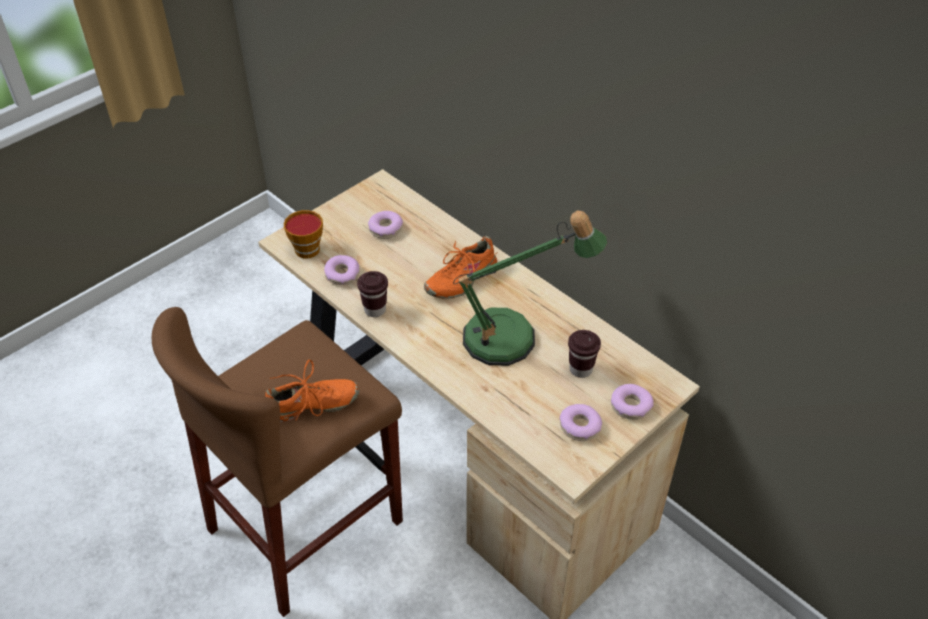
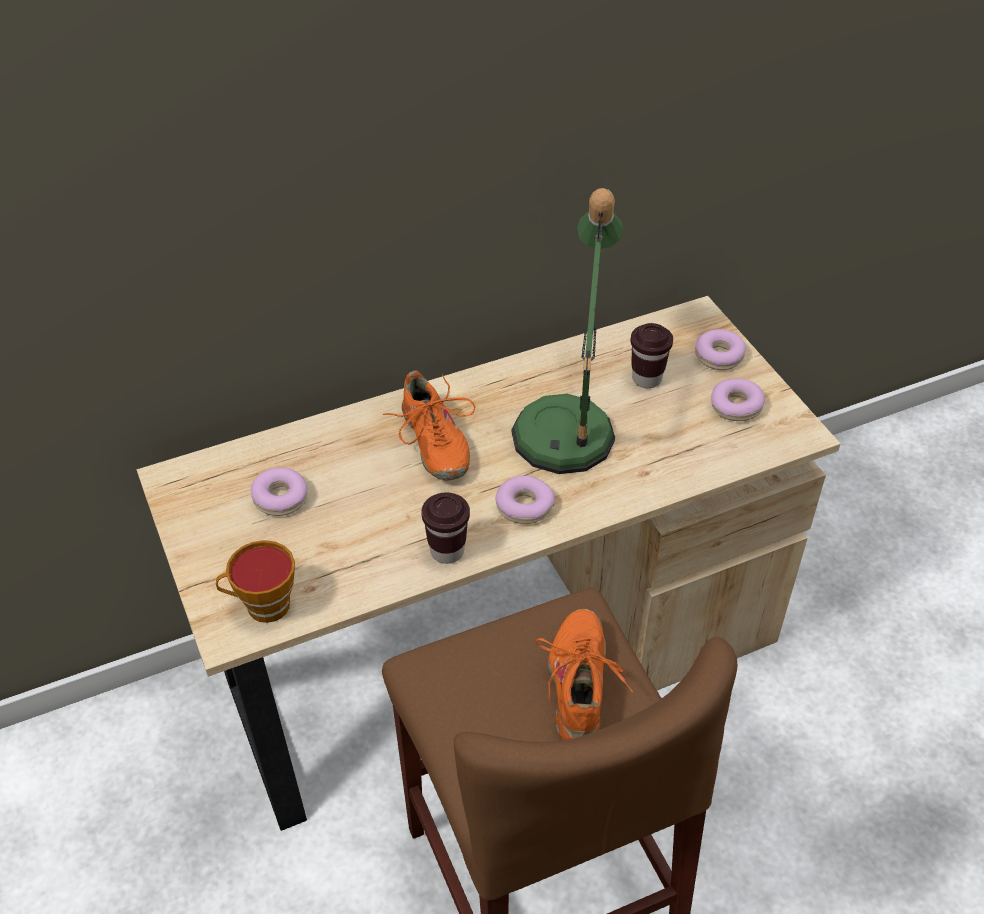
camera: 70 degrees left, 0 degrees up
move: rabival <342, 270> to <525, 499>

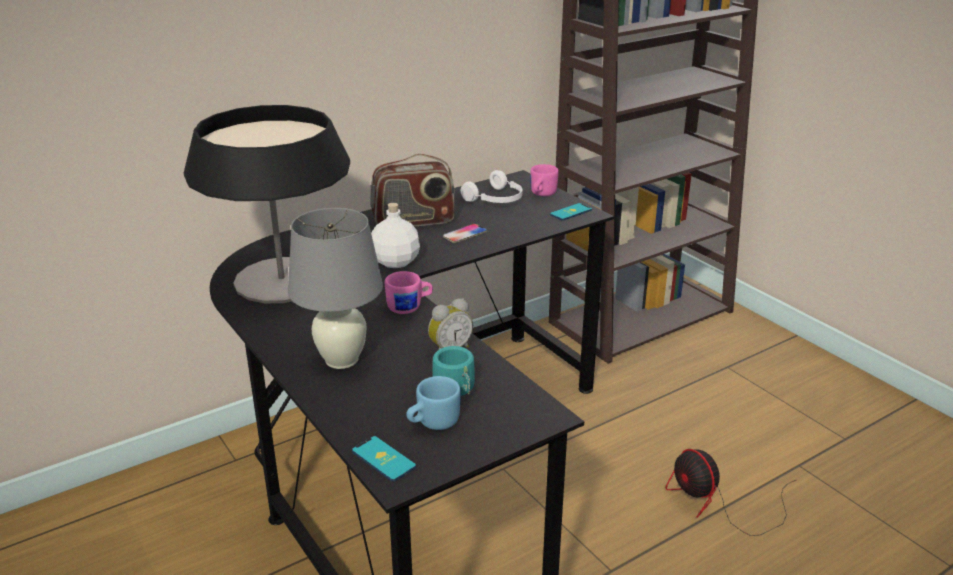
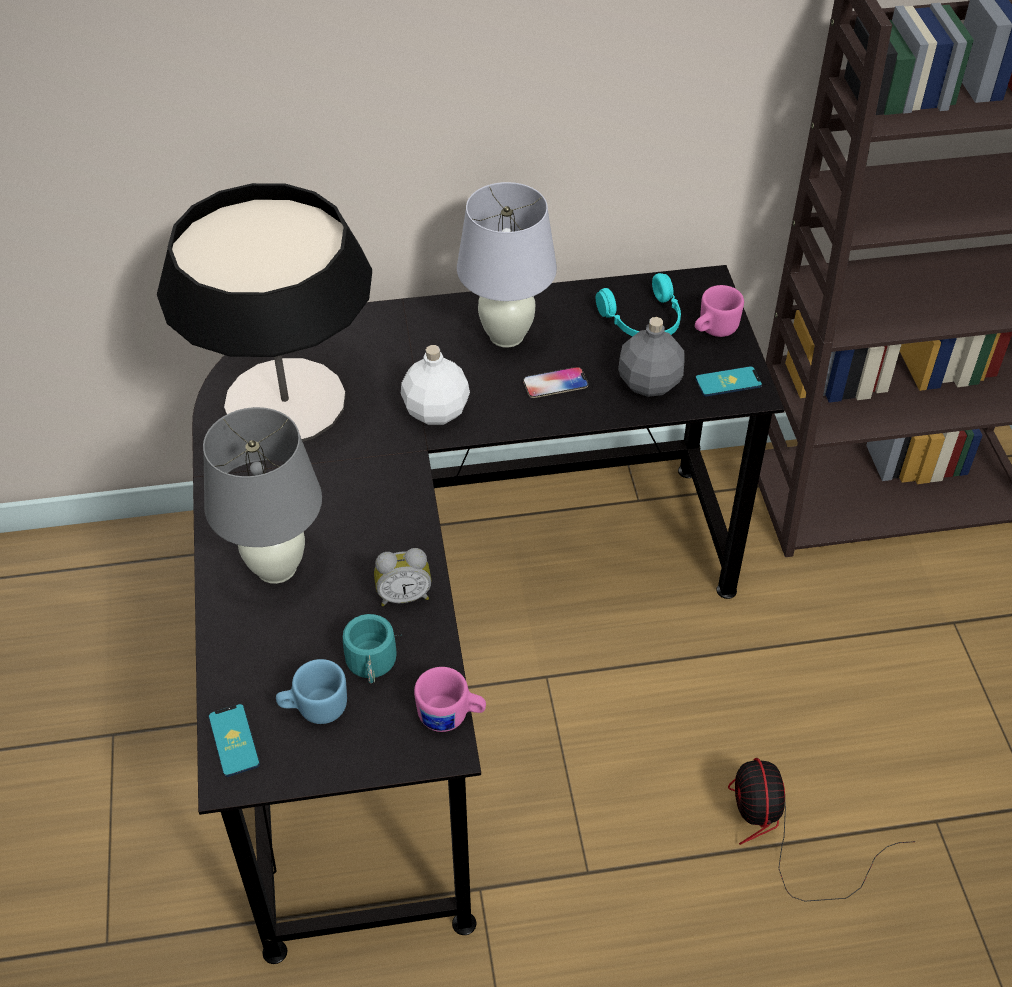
camera: 25 degrees right, 20 degrees up
insert: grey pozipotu <651, 357>
move: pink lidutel <409, 292> to <450, 699>
replace: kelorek <413, 190> to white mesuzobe <507, 265>
recolor: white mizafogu <491, 186> to turquoise mizafogu <638, 305>

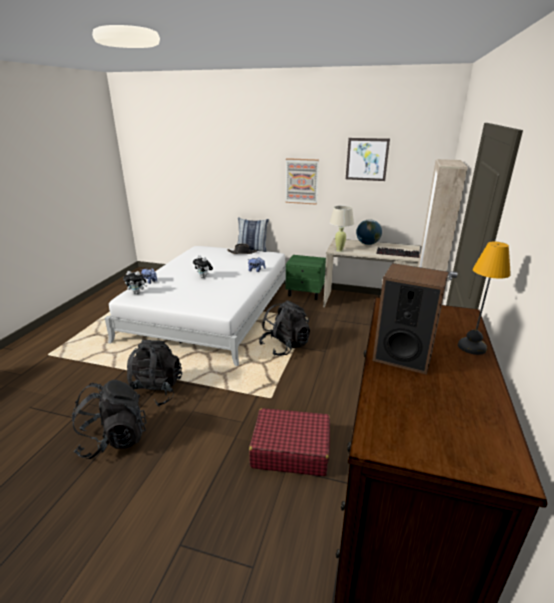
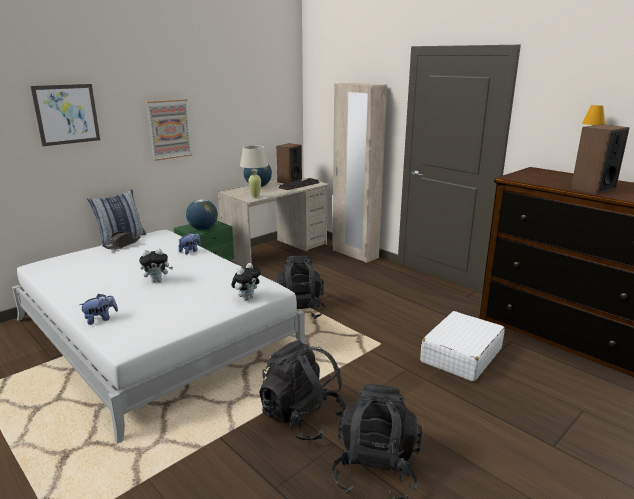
camera: 60 degrees left, 5 degrees down
insert: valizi <202, 214>; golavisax <289, 163>
move: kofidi <135, 282> to <246, 281>; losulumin <368, 159> to <65, 115>
recolor: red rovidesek <289, 442> to white rovidesek <462, 346>

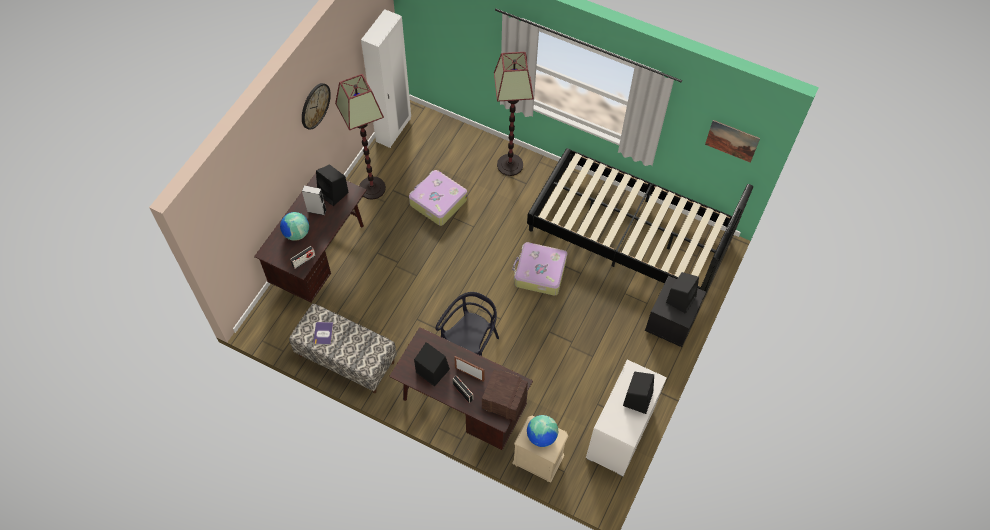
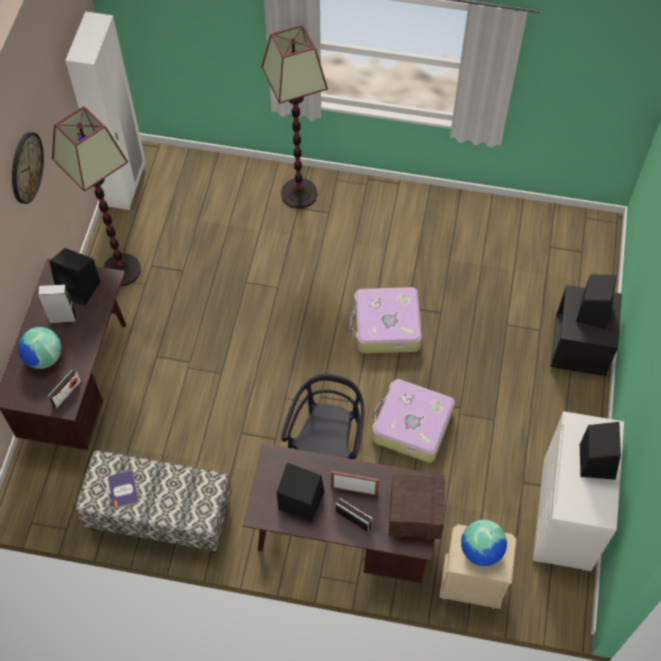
camera: 15 degrees left, 0 degrees up
delete: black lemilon <640, 224>; losulumin <732, 141>
move: rovidesek <438, 198> to <413, 421>

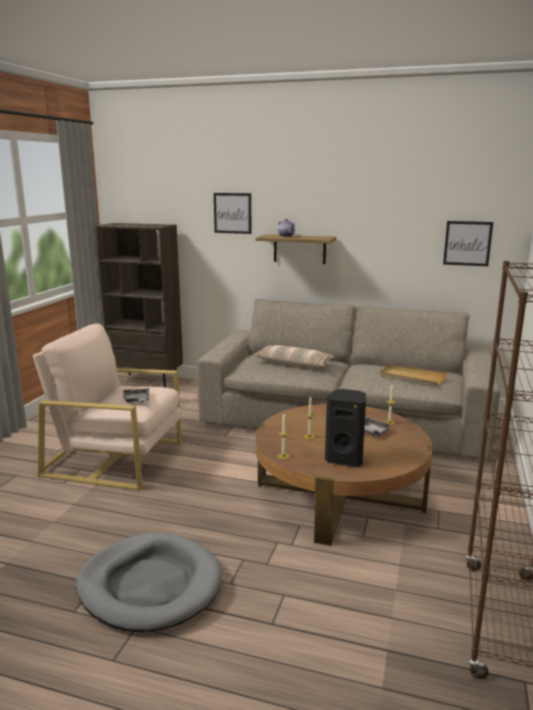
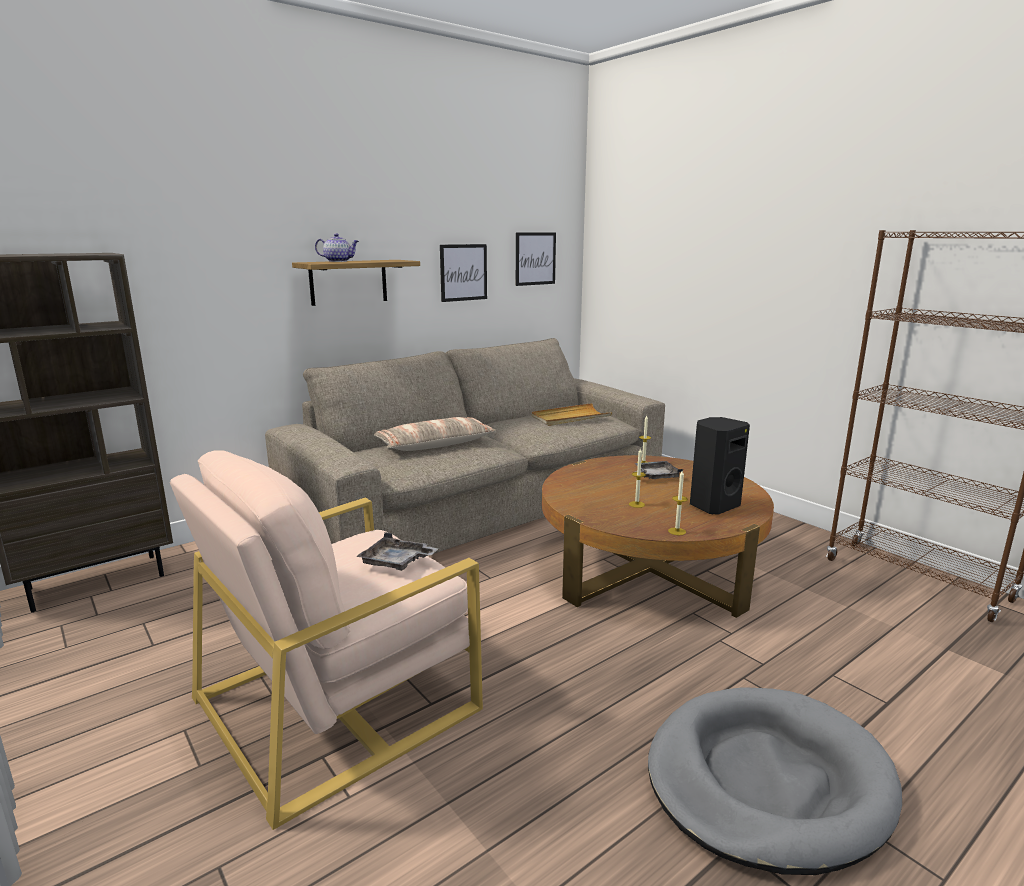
camera: 55 degrees left, 0 degrees up
move: losulumin <232, 213> to <463, 273>

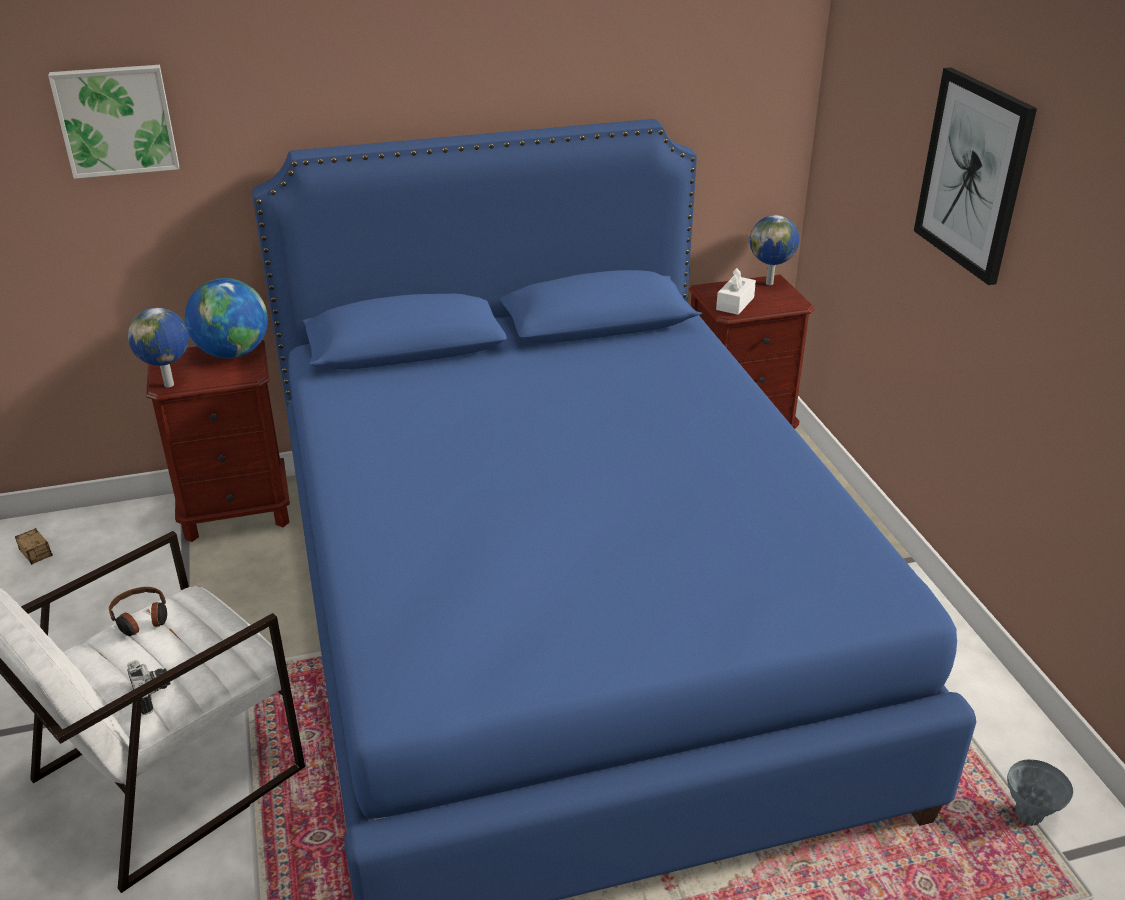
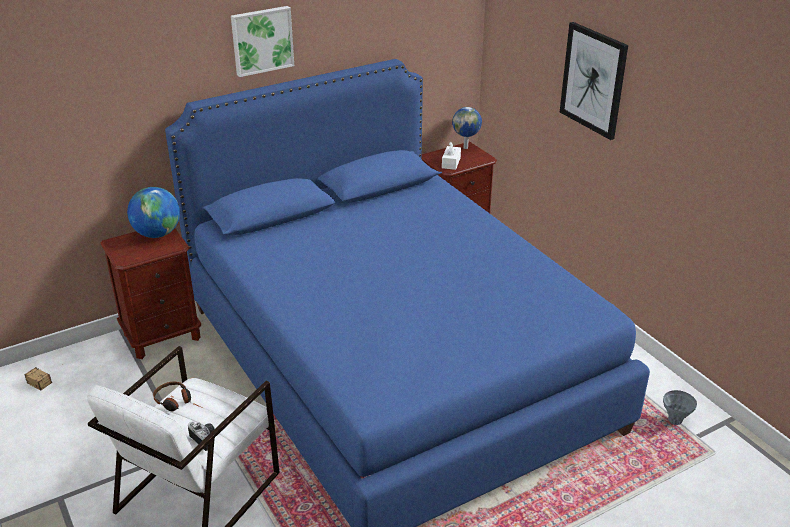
camera: 15 degrees left, 0 degrees up
delete: valizi <158, 347>
move: losulumin <113, 122> to <262, 41>

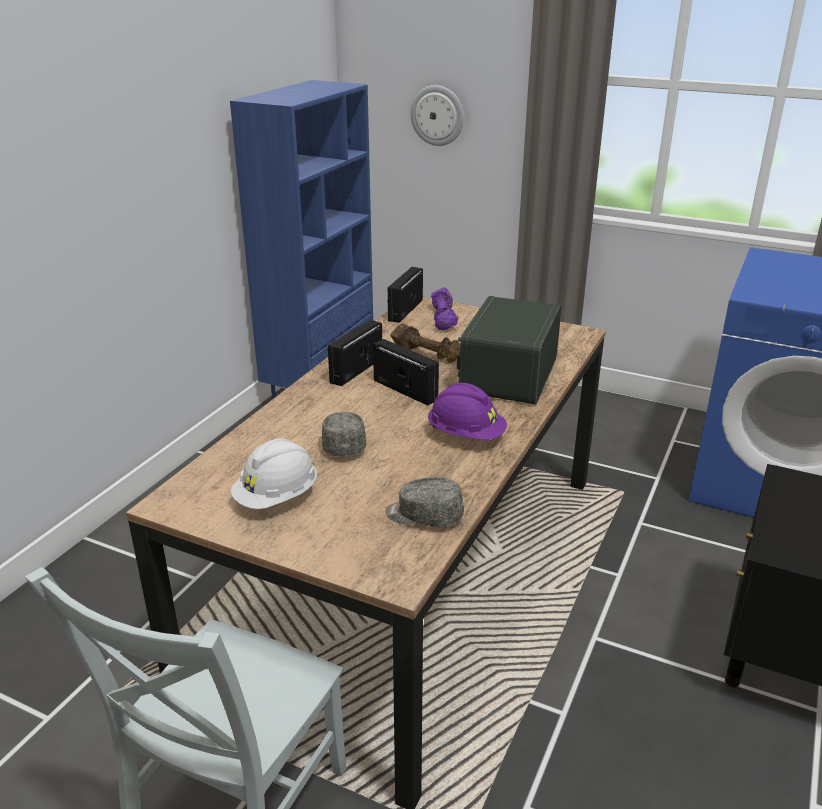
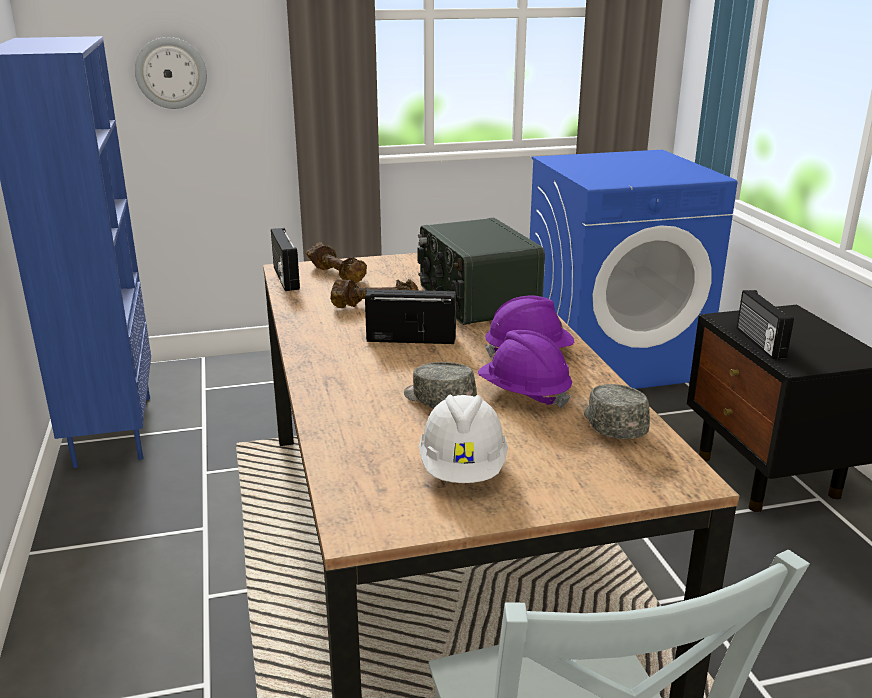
camera: 40 degrees left, 5 degrees down
insert: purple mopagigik <525, 369>
move: kelorek <355, 353> to <765, 324>
recolor: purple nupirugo <444, 308> to brown nupirugo <336, 262>
rotate: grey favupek <424, 502> = <617, 411> 105 degrees clockwise

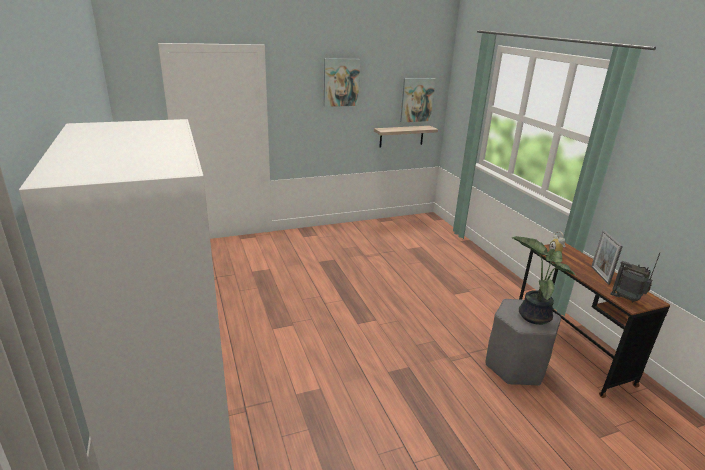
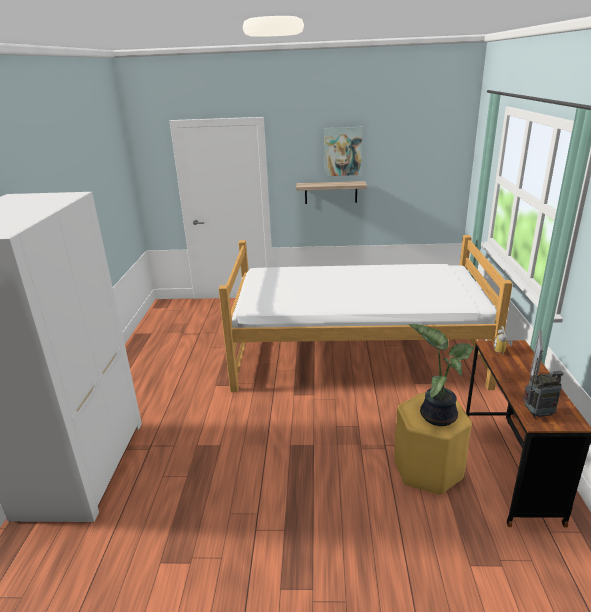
camera: 25 degrees right, 0 degrees up
delete: losulumin <418, 100>
insert: lemilon <366, 313>
move: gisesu <406, 136> to <331, 192>
recolor: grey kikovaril <523, 342> to yellow kikovaril <433, 444>
rotate: kelorek <635, 278> = <543, 388> 105 degrees clockwise

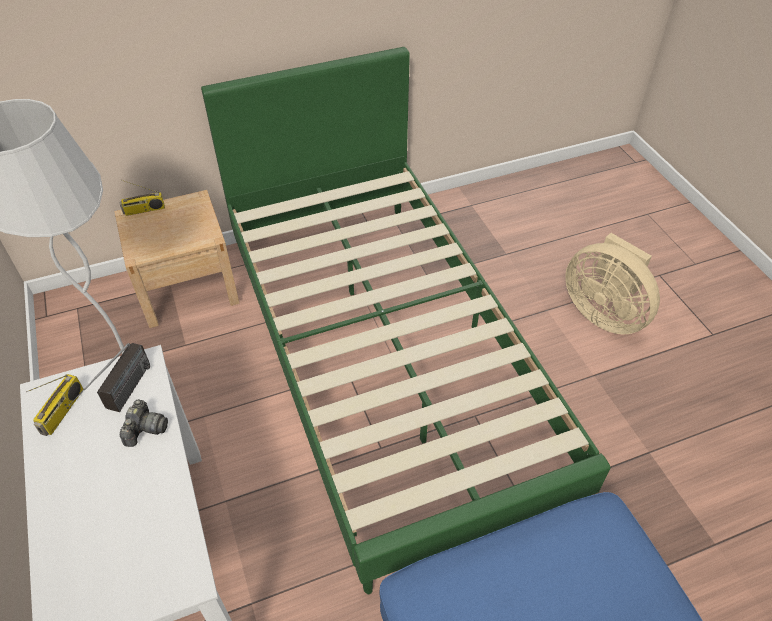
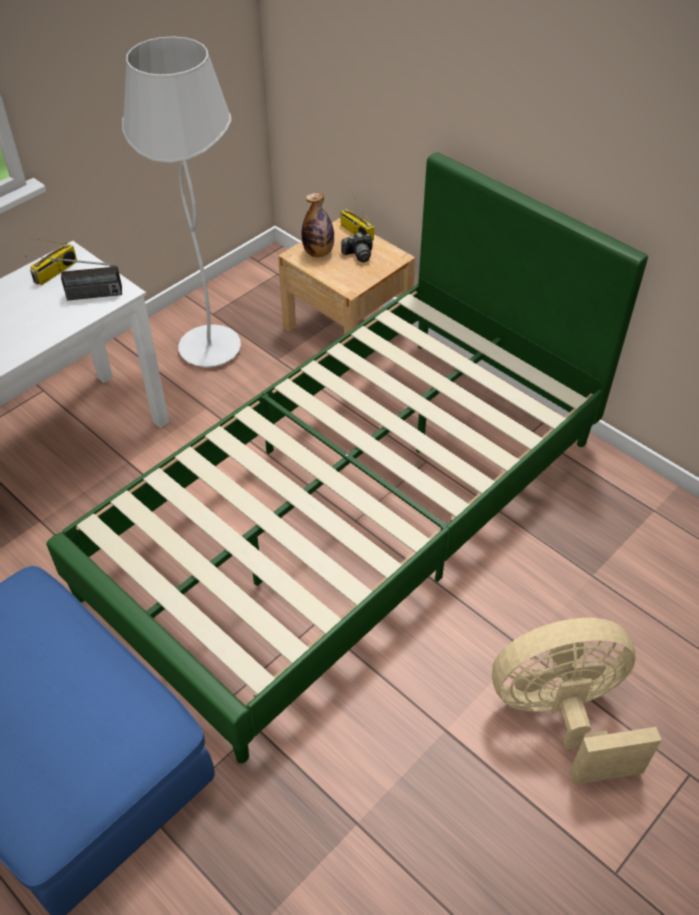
camera: 65 degrees right, 0 degrees up
insert: pozipotu <318, 225>
move: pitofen <144, 423> to <357, 247>
rotate: kelorek <55, 405> = <53, 261> 45 degrees counterclockwise; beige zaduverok <612, 284> = <577, 701> 60 degrees clockwise

